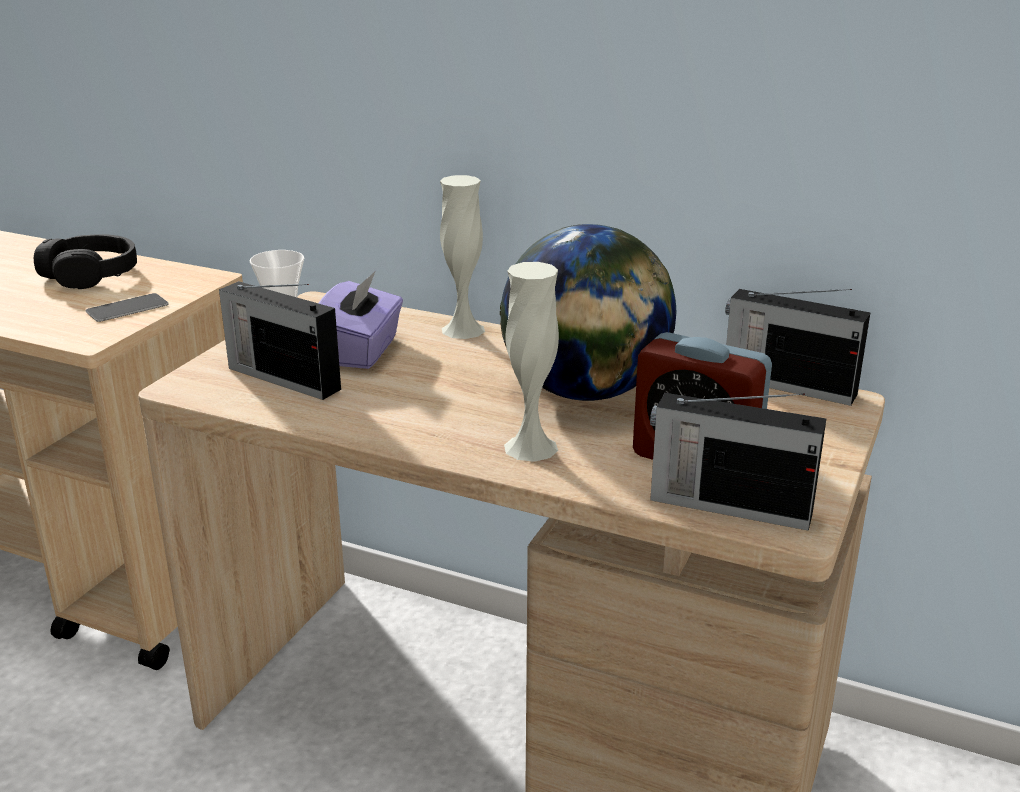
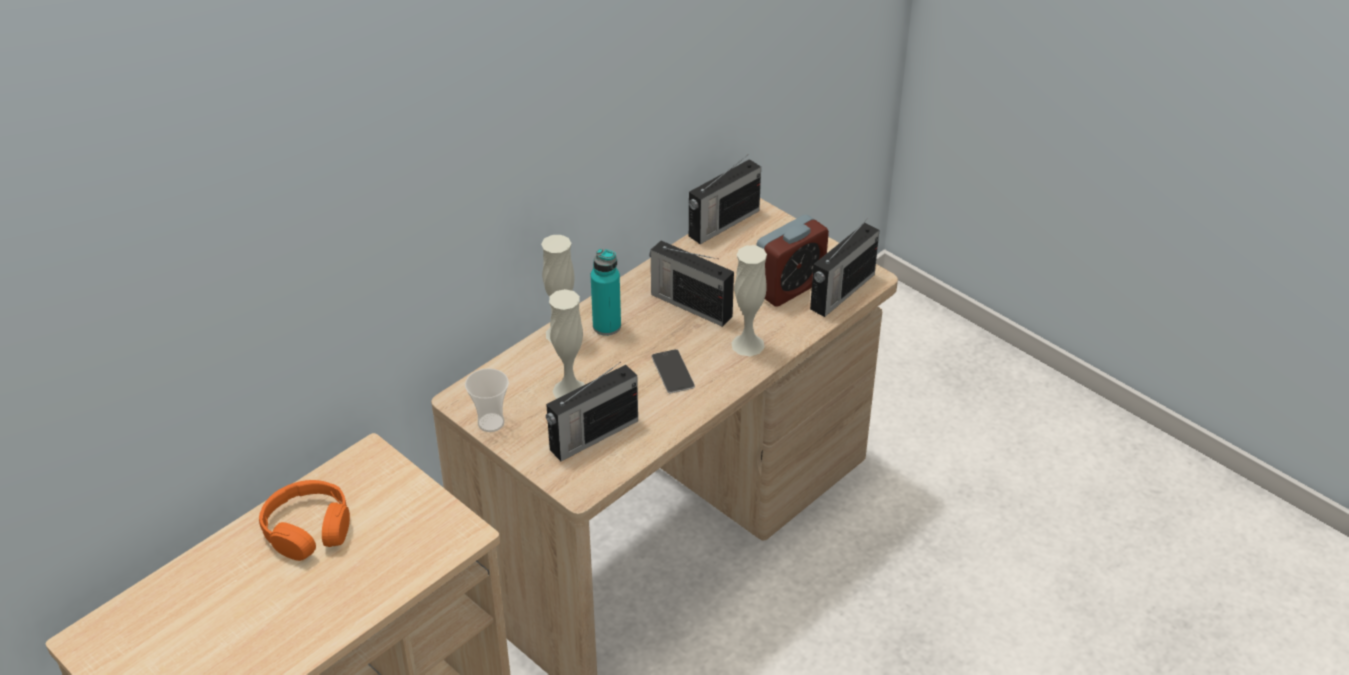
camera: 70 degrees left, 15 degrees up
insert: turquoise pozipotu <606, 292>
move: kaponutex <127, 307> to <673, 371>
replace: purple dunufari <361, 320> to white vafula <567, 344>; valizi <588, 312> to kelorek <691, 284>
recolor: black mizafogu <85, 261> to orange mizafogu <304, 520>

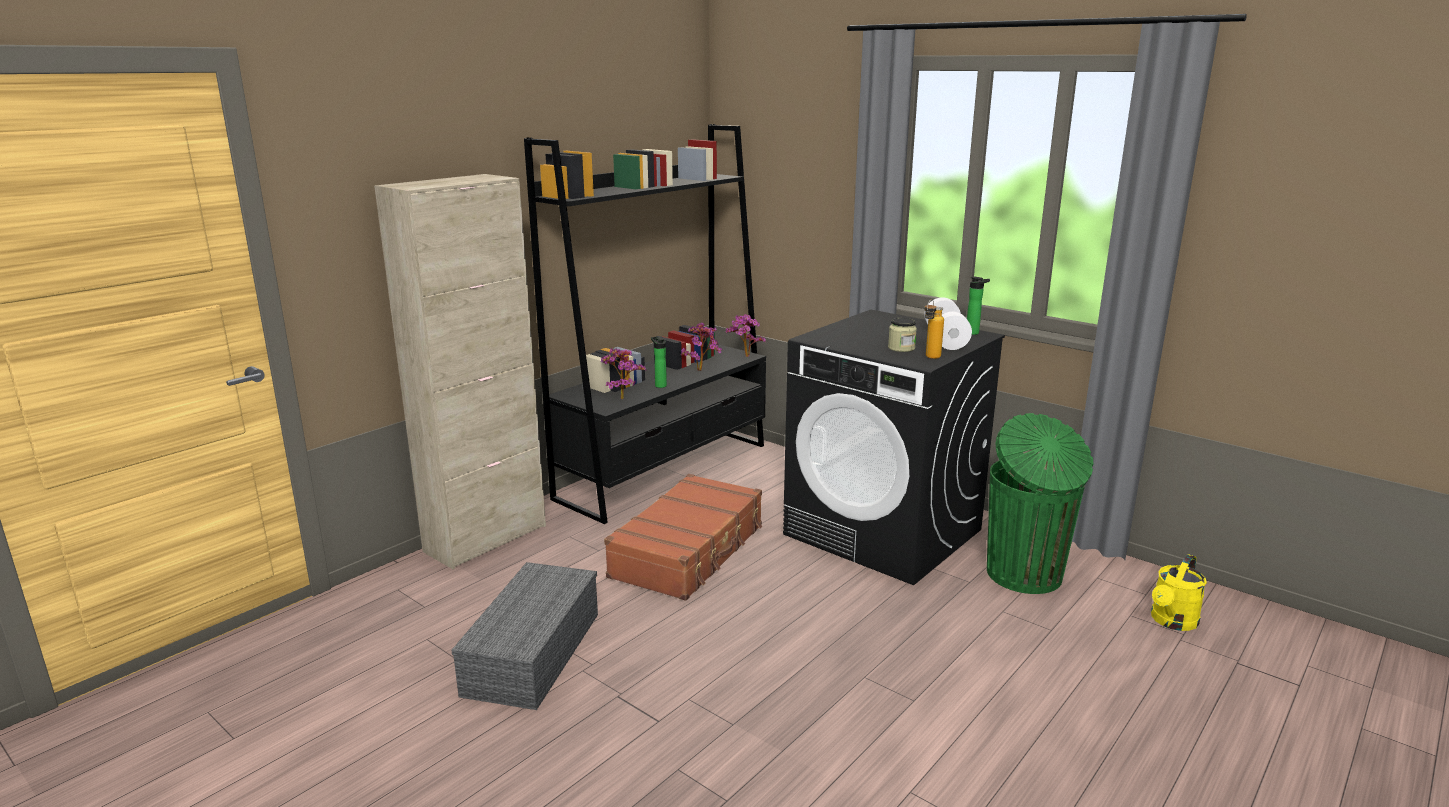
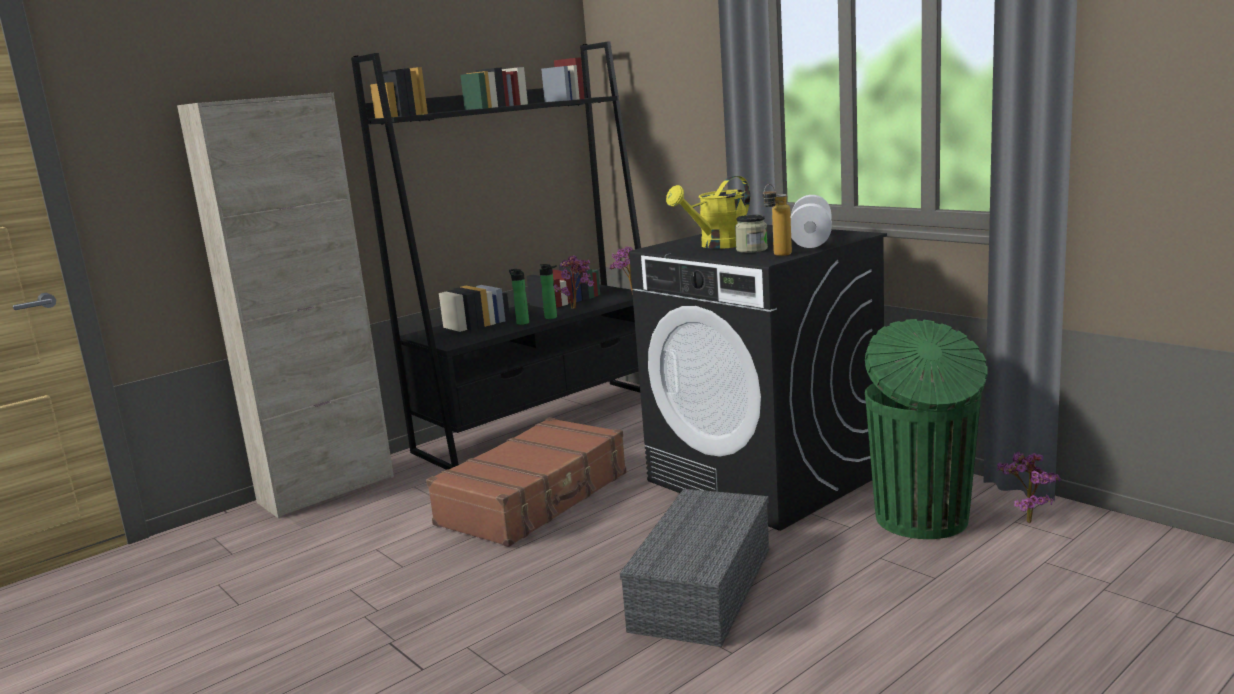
camera: 10 degrees right, 5 degrees down
move: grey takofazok <524, 636> to <694, 568>; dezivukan <623, 374> to <1029, 487>; pozipotu <978, 306> to <548, 291>; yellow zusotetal <1179, 592> to <708, 212>

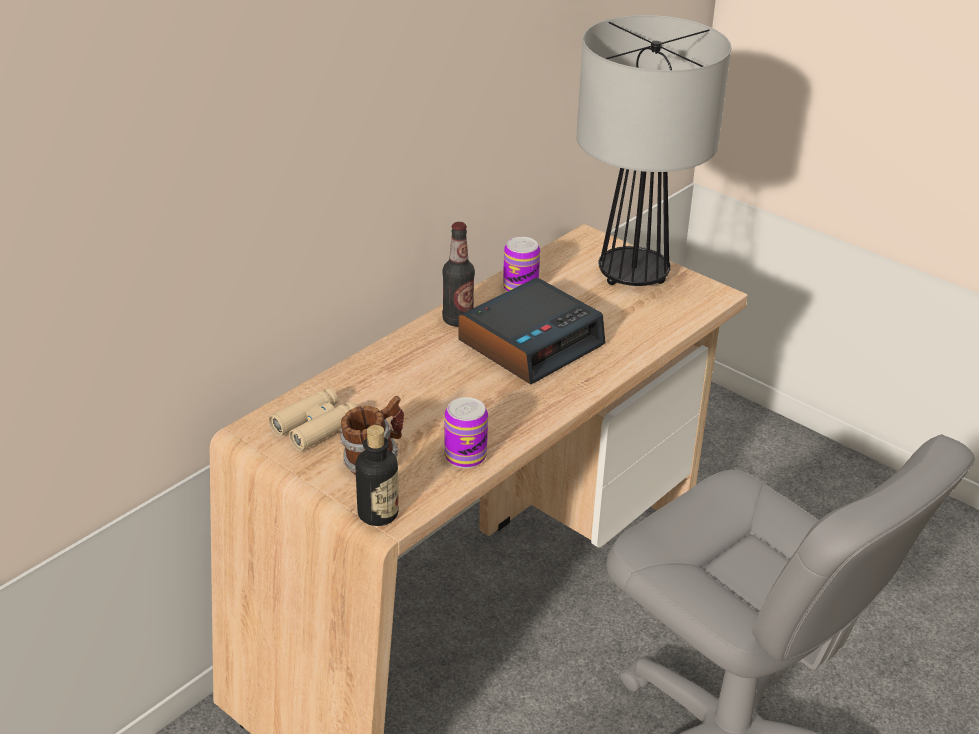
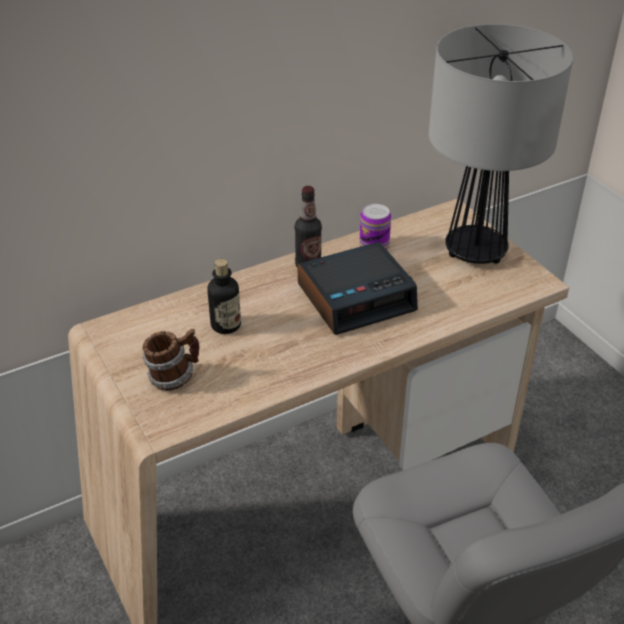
camera: 20 degrees right, 5 degrees up
delete: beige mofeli <312, 419>; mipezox <466, 432>
move: pozipotu <377, 475> to <224, 296>

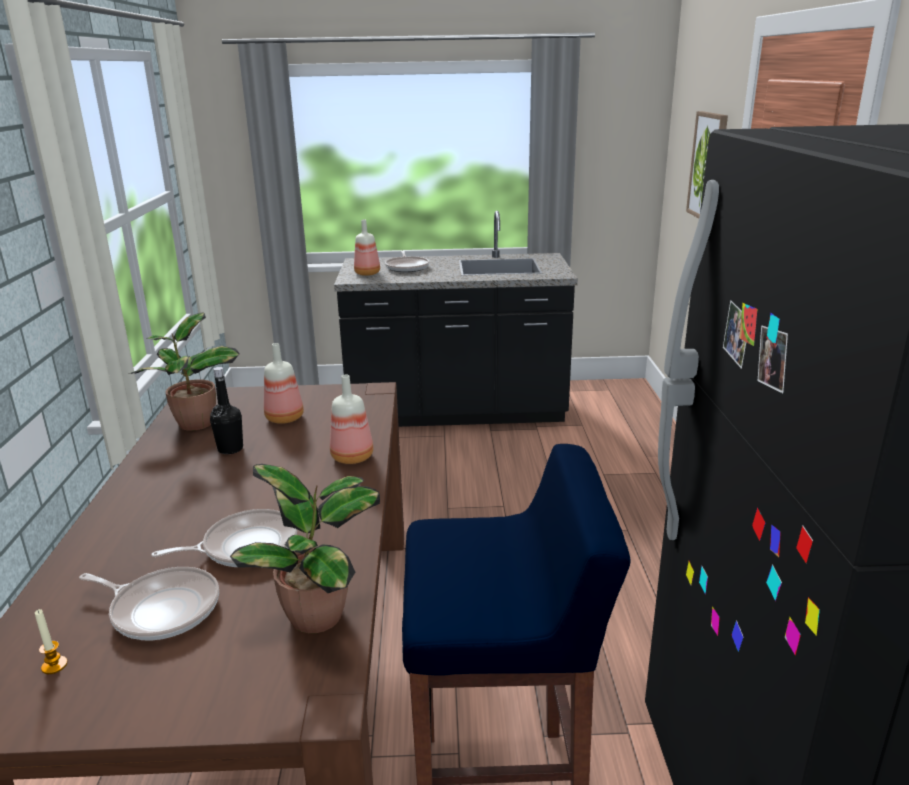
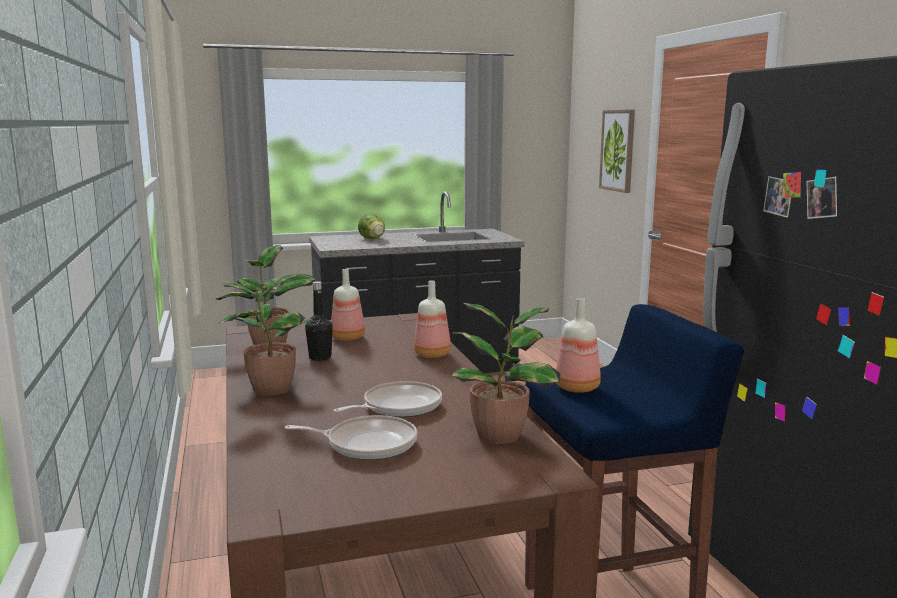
camera: 15 degrees left, 10 degrees down
delete: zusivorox <51, 641>
insert: dezivukan <266, 335>
move: pozipotu <367, 248> to <578, 345>
replace: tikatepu <407, 261> to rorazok <371, 226>

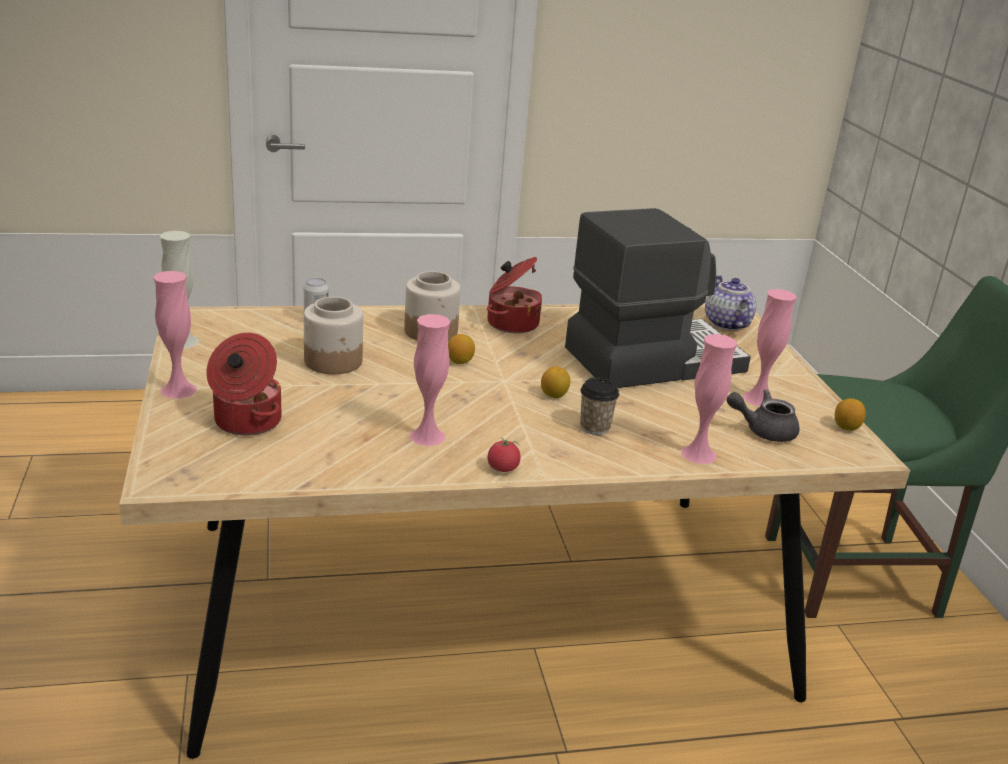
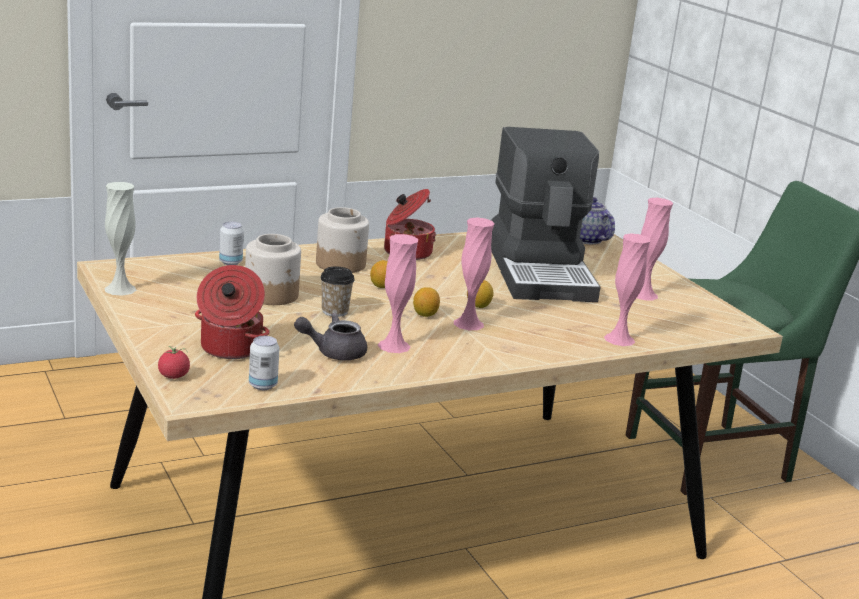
camera: 15 degrees left, 5 degrees down
insert: mipezox <264, 363>
move: pink vafula <175, 335> to <474, 274>; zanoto <504, 454> to <174, 362>; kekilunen <599, 406> to <337, 291>; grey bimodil <763, 416> to <330, 336>; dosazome <850, 414> to <426, 302>
rotate: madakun <658, 298> = <545, 214> 120 degrees clockwise

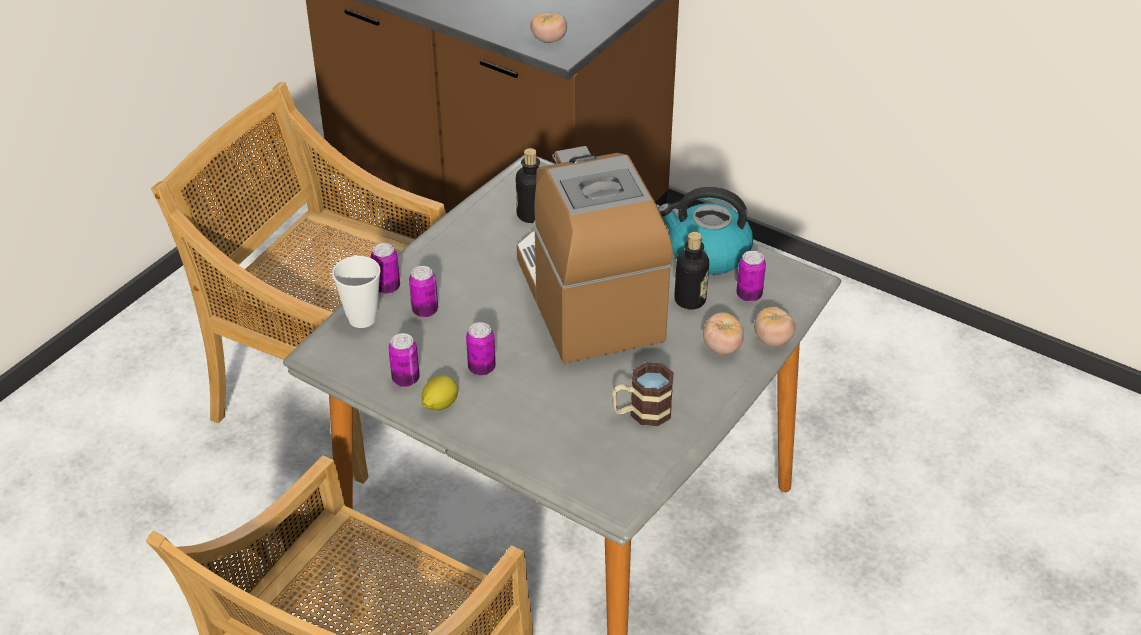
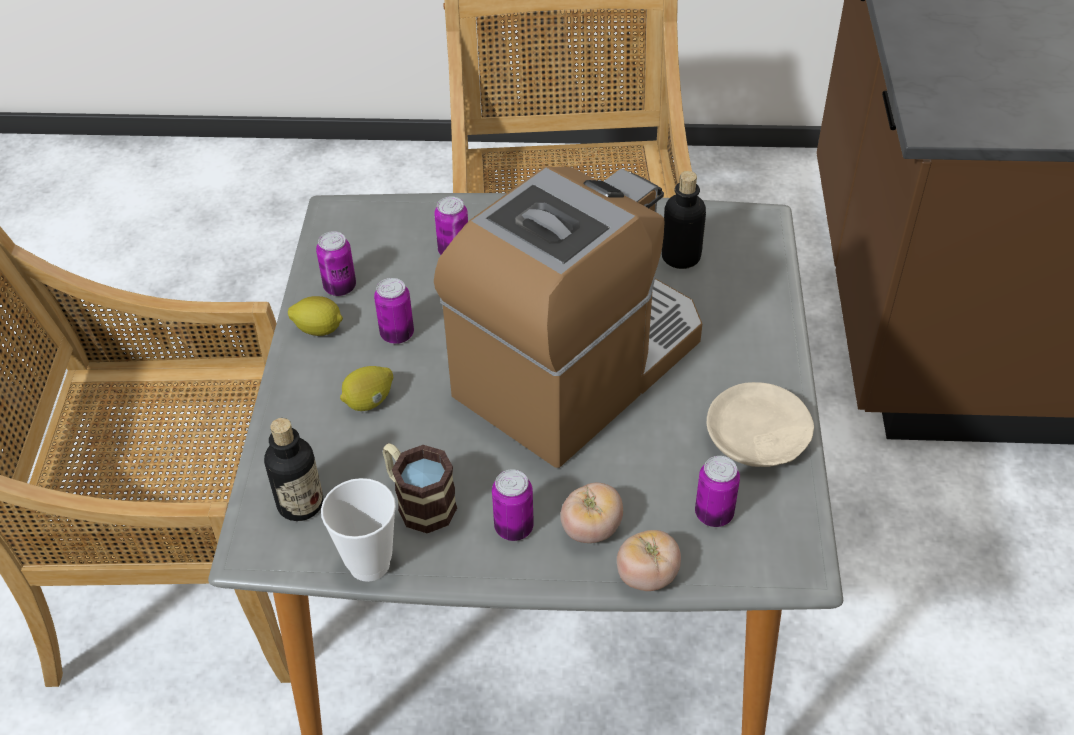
camera: 60 degrees right, 5 degrees up
delete: zanoto <548, 28>
insert: dosazome <366, 388>
move: kekilunen <356, 292> to <358, 530>; mipezox <385, 268> to <513, 505>; pozipotu <691, 271> to <293, 469>
replace: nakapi <705, 231> to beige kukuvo <760, 424>

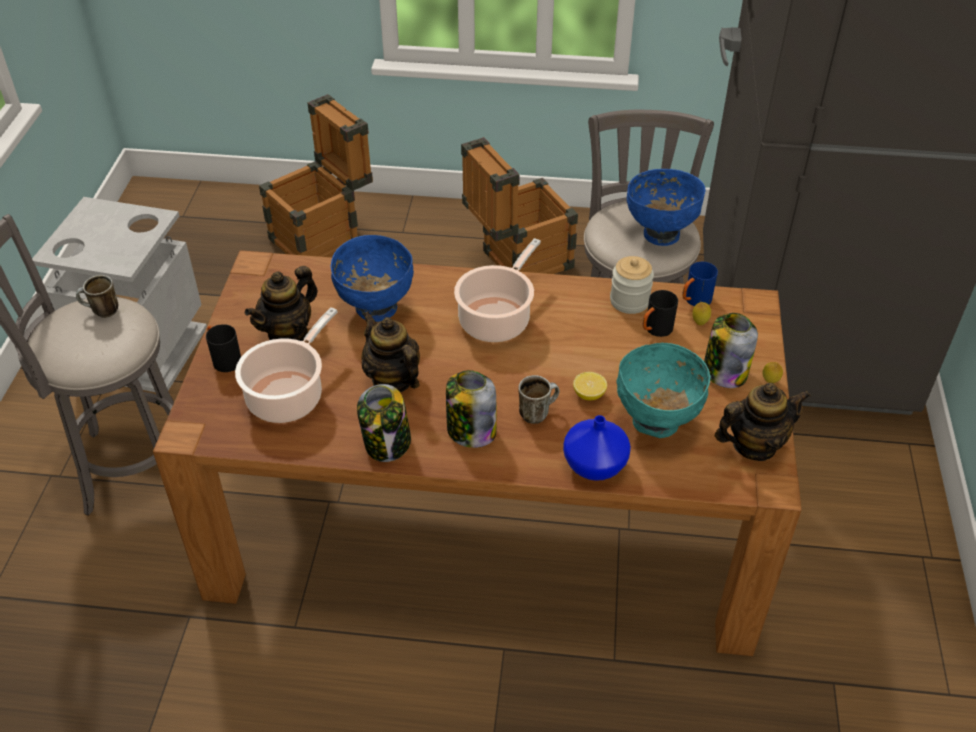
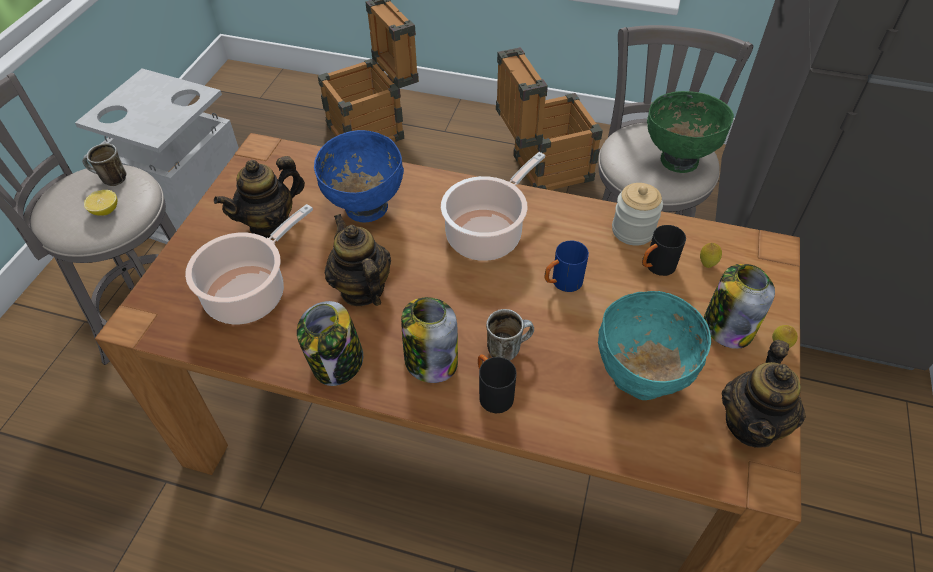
camera: 10 degrees right, 5 degrees up
delete: blue vafula <597, 448>
move: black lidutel <223, 348> to <497, 383>; dosazome <590, 386> to <101, 203>; blue lidutel <700, 284> to <567, 266>
recolor: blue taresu <666, 207> to green taresu <690, 132>
rotate: bimodil <763, 422> = <764, 394> 120 degrees clockwise

